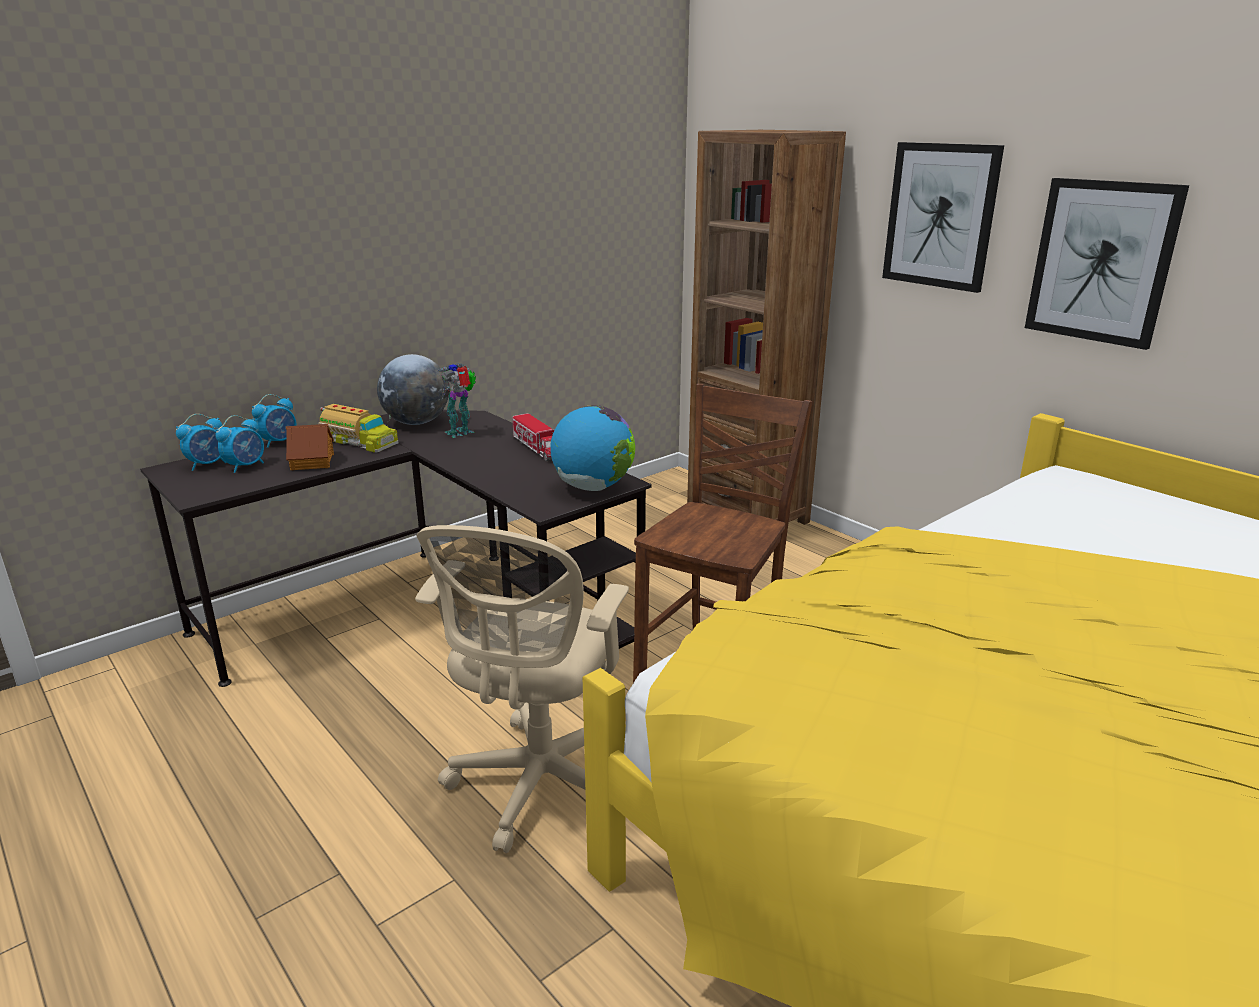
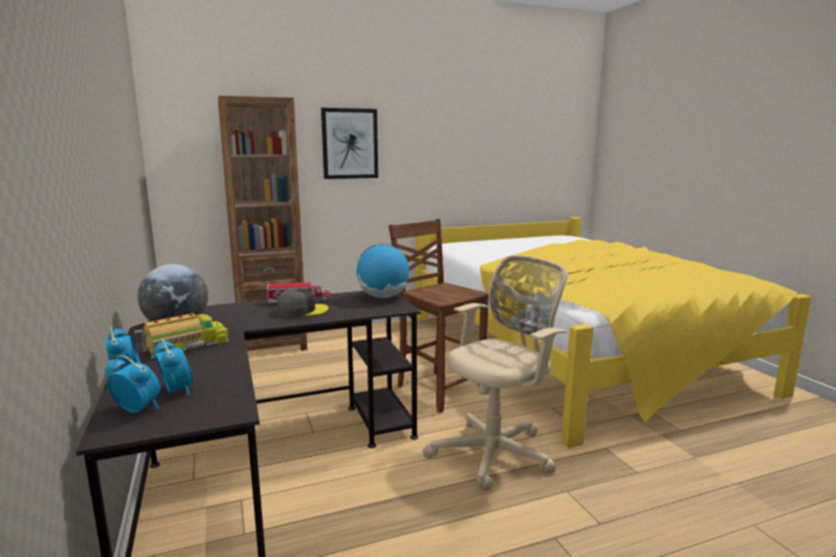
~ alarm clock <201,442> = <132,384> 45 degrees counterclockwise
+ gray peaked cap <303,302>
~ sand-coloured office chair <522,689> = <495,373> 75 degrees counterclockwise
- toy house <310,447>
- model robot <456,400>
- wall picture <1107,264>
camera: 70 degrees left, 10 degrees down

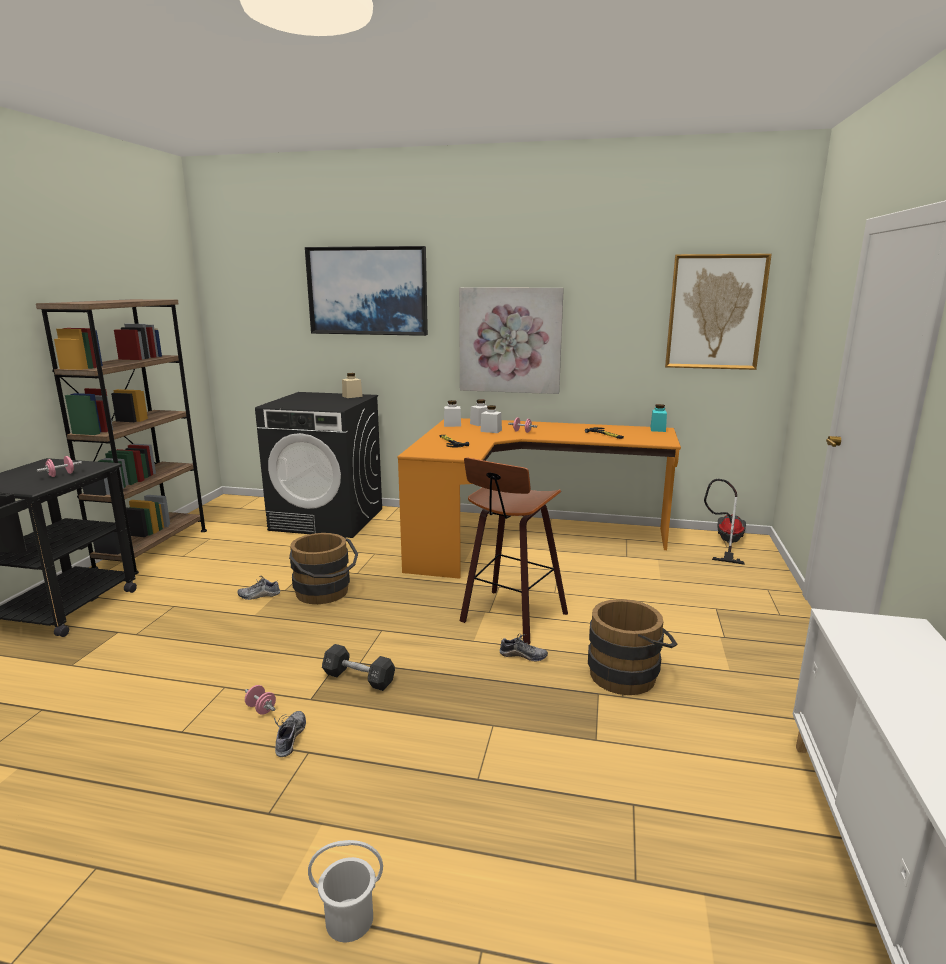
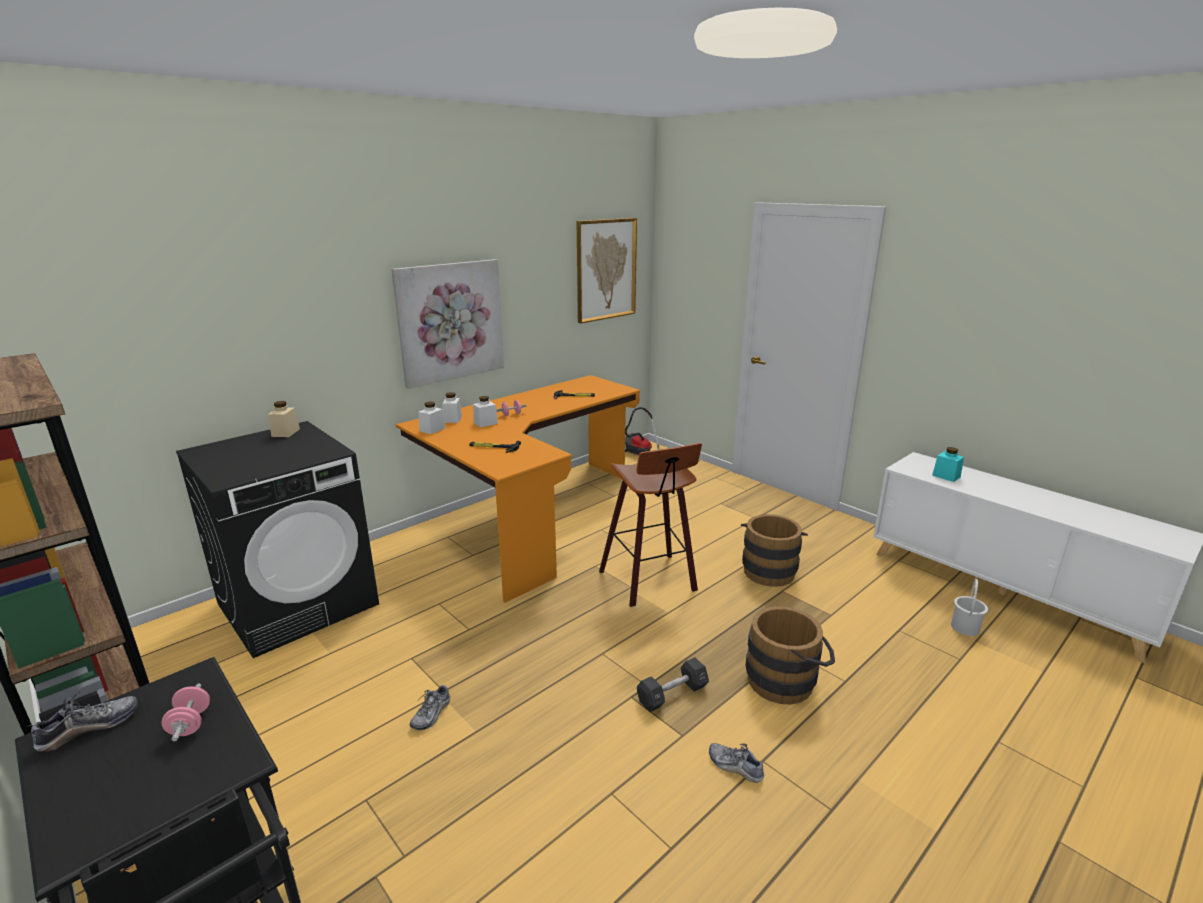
~ shoe <523,647> to <82,721>
~ brownish pail <323,568> to <790,655>
~ turquoise storage jar <658,418> to <948,464>
~ white-coloured pail <345,891> to <969,607>
- pink dumbbell <260,700>
- wall picture <366,291>
camera: 55 degrees left, 5 degrees up

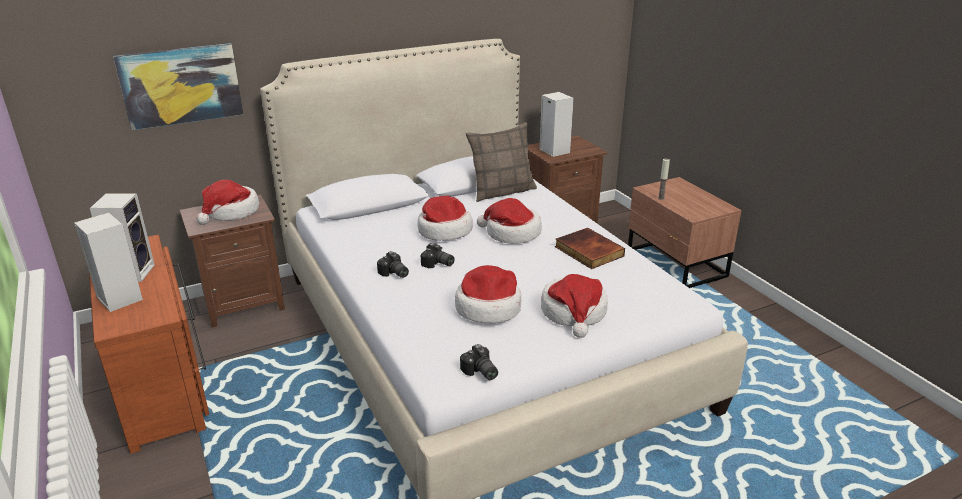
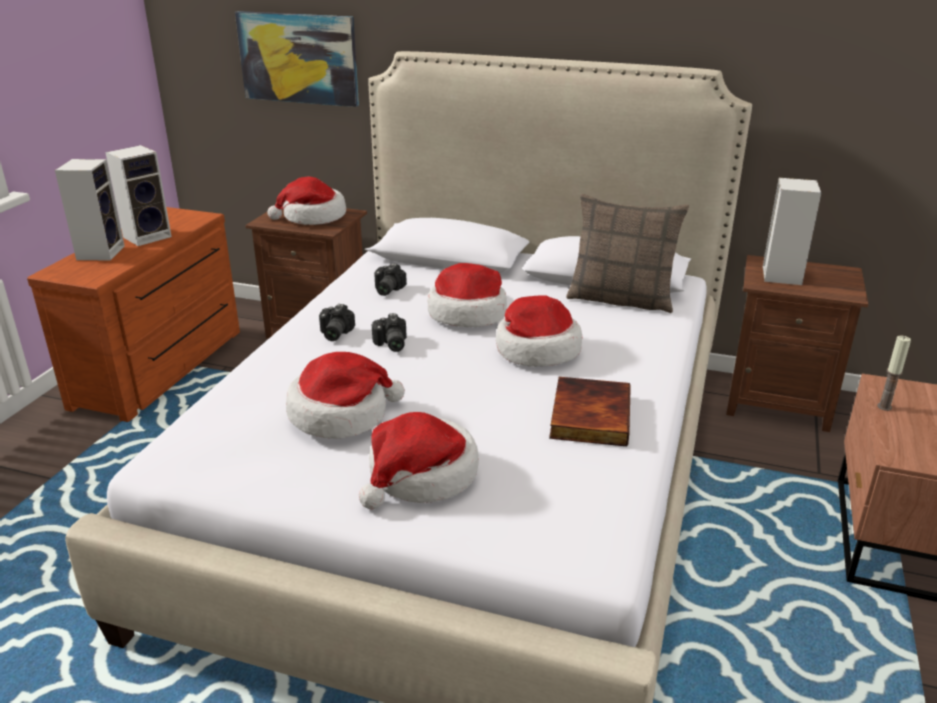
~ still camera <479,362> to <390,279>
camera: 45 degrees right, 0 degrees up

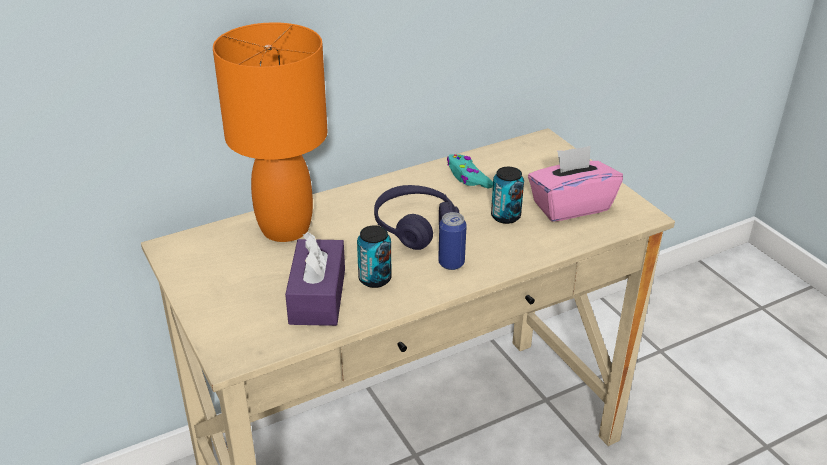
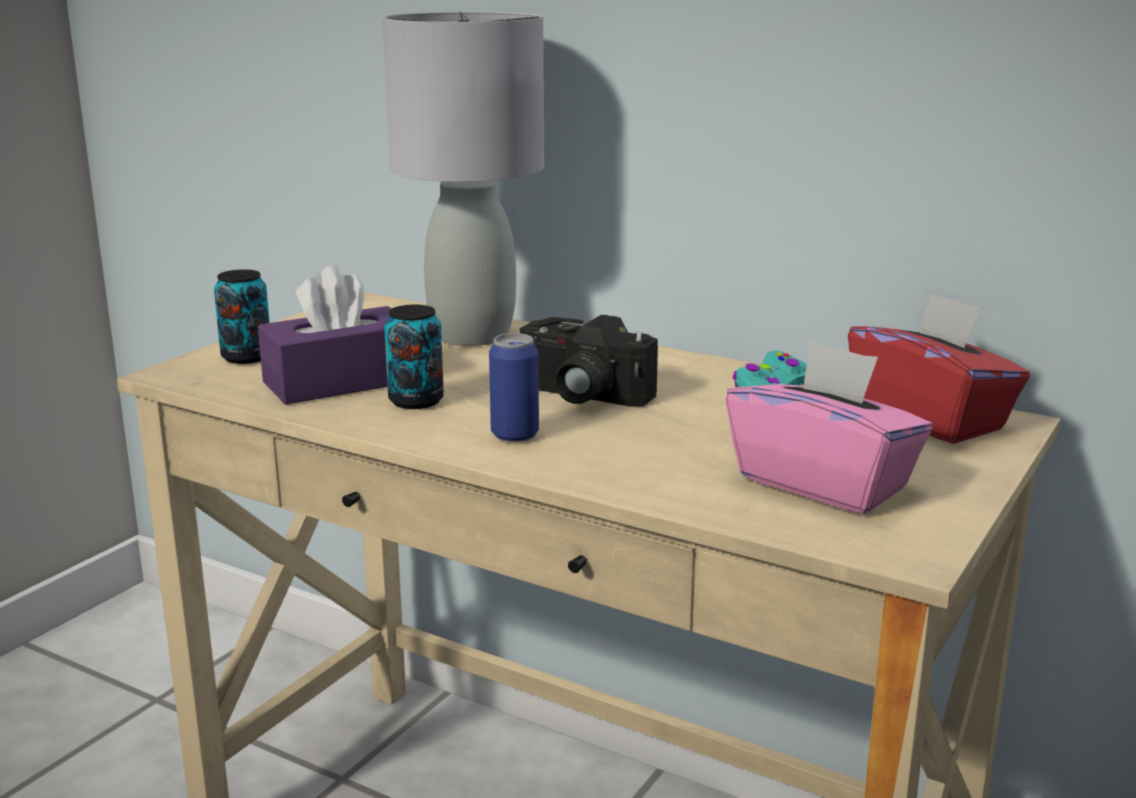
~ sealed can <507,195> to <242,316>
~ orange-coloured lamp for a table <270,132> to gray lamp for a table <463,178>
~ purple headphones <416,217> to still camera <589,361>
+ red-coloured tissue holder <939,367>
camera: 60 degrees right, 15 degrees down

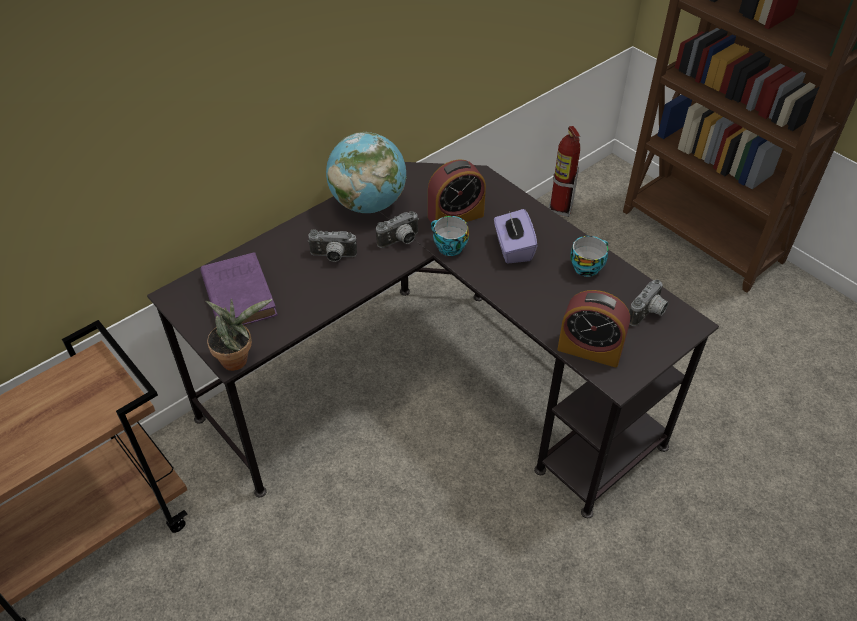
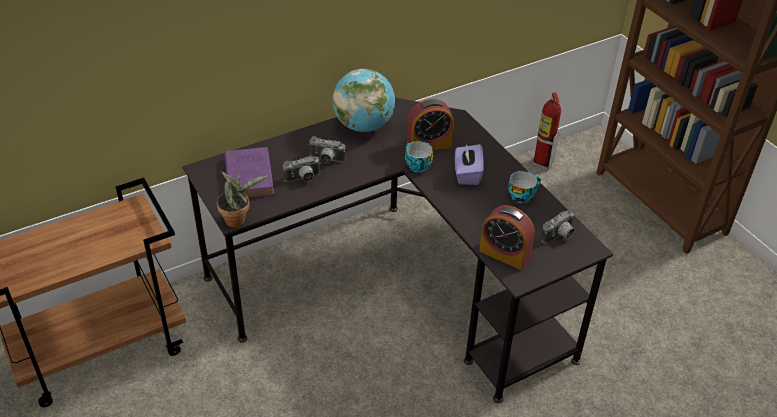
~ still camera <397,229> to <302,169>
camera: 10 degrees right, 5 degrees down

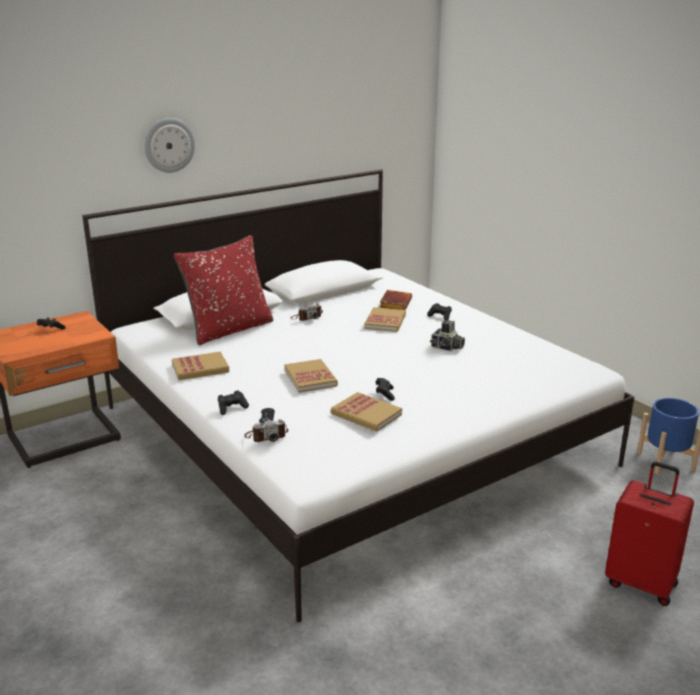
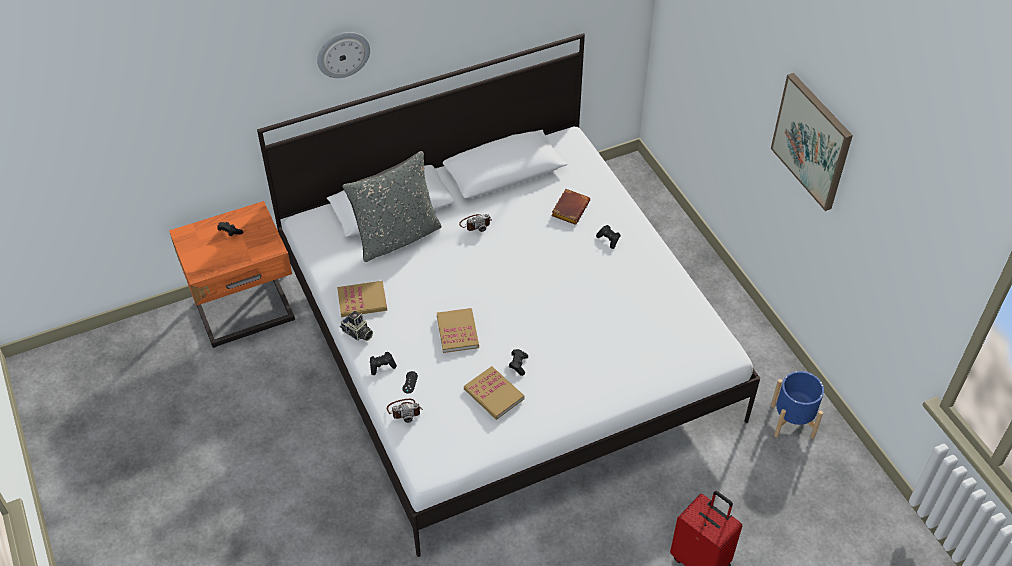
~ still camera <447,335> to <356,326>
~ red-coloured throw pillow <223,290> to gray throw pillow <392,206>
+ wall picture <812,142>
- book <385,319>
camera: 10 degrees right, 25 degrees up

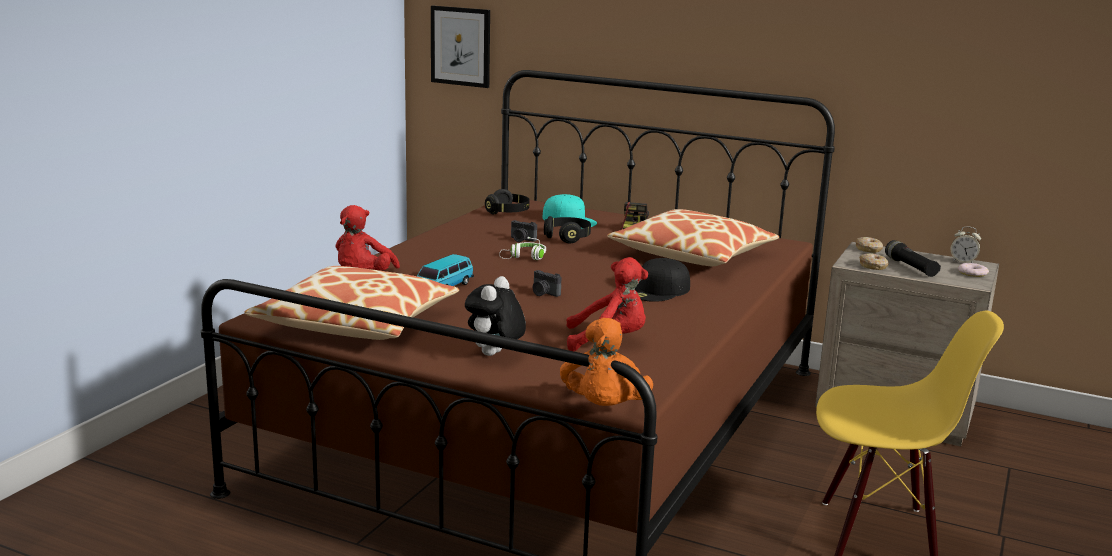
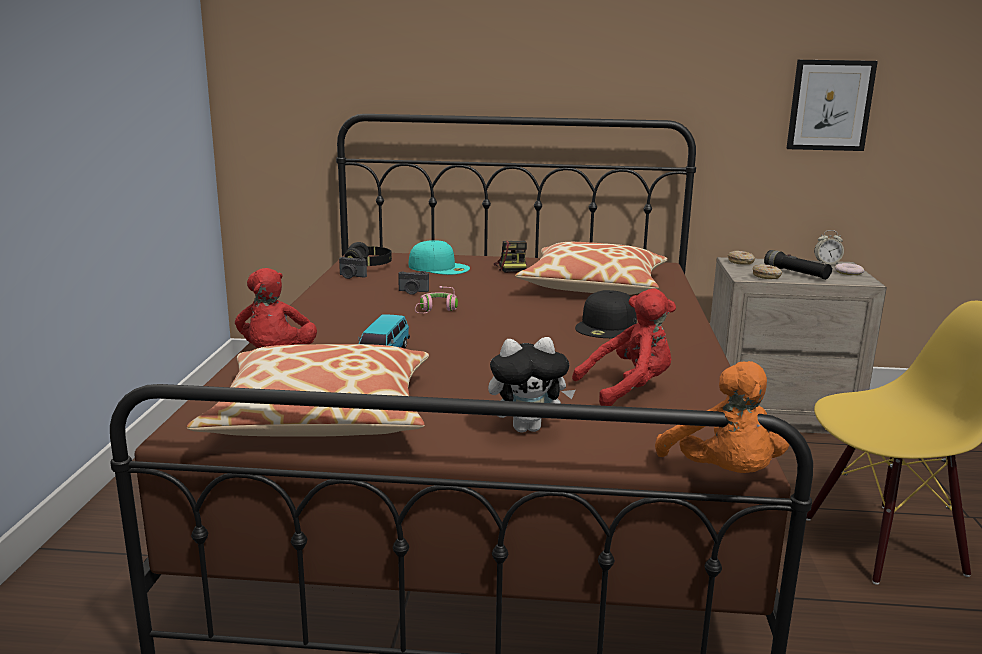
~ still camera <546,283> to <353,268>
~ white-coloured headphones <522,248> to pink headphones <436,299>
~ plush toy <495,316> = <531,385> 105 degrees counterclockwise
~ wall picture <460,47> to <832,105>
- black headphones <567,229>
camera: 20 degrees left, 0 degrees up

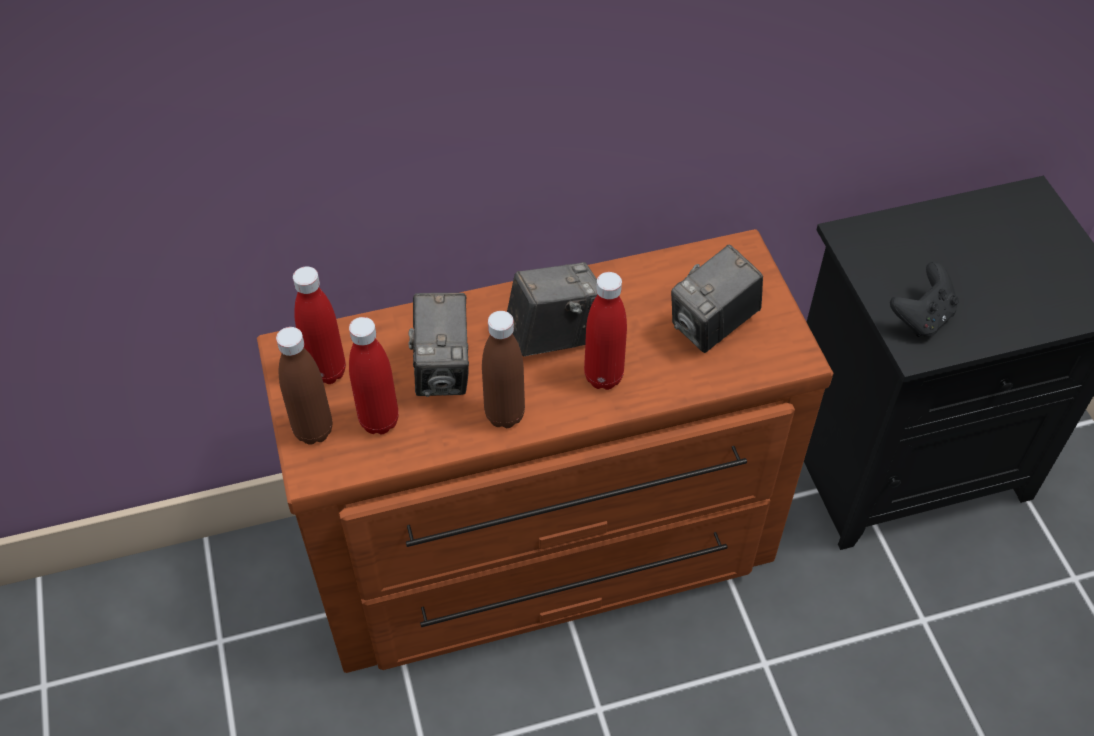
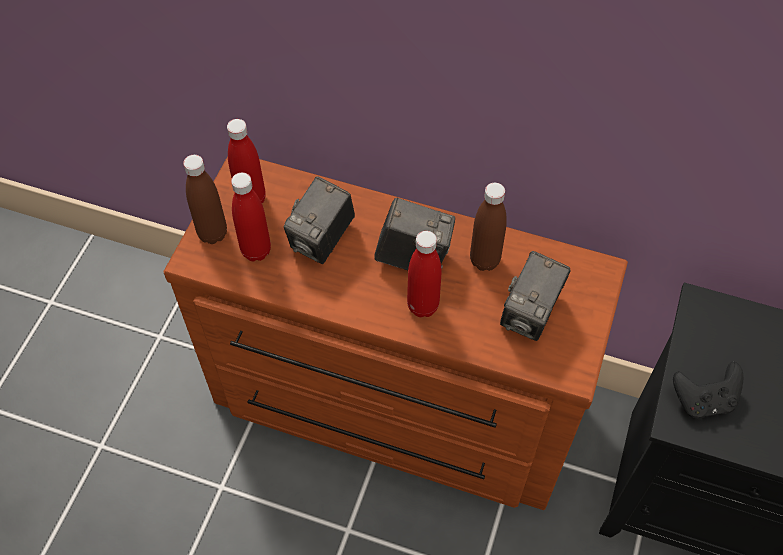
~ brownish beverage bottle <503,369> to <488,227>
~ still camera <717,298> = <535,296> 60 degrees counterclockwise
camera: 35 degrees right, 5 degrees up

